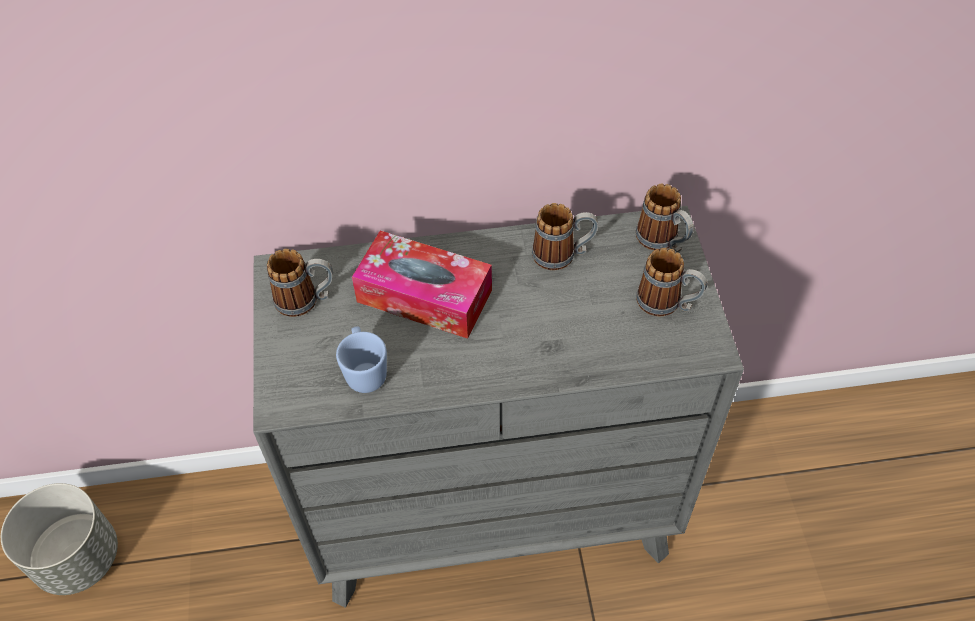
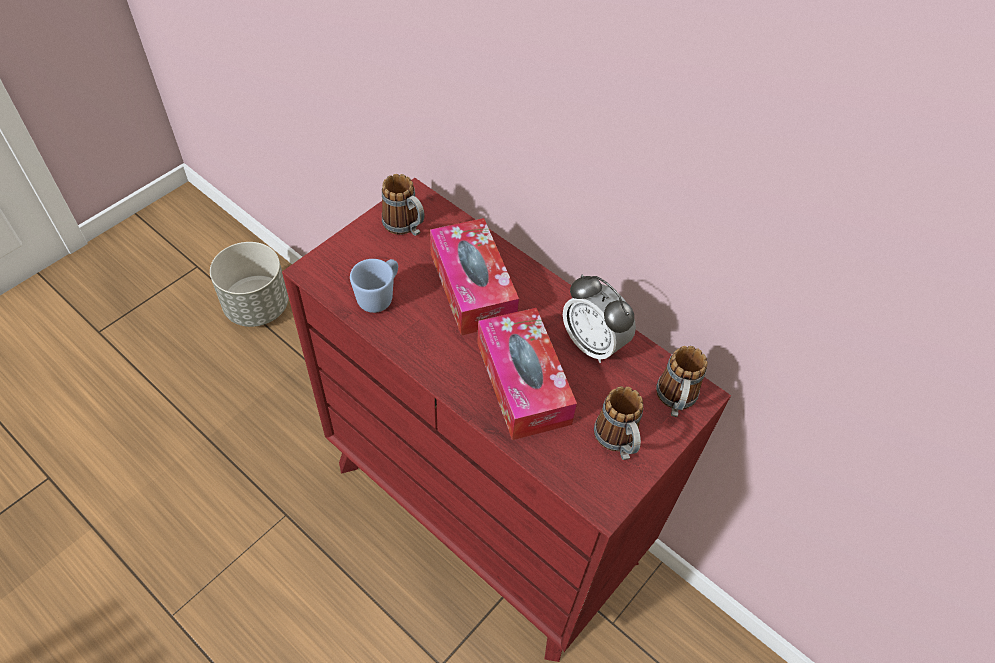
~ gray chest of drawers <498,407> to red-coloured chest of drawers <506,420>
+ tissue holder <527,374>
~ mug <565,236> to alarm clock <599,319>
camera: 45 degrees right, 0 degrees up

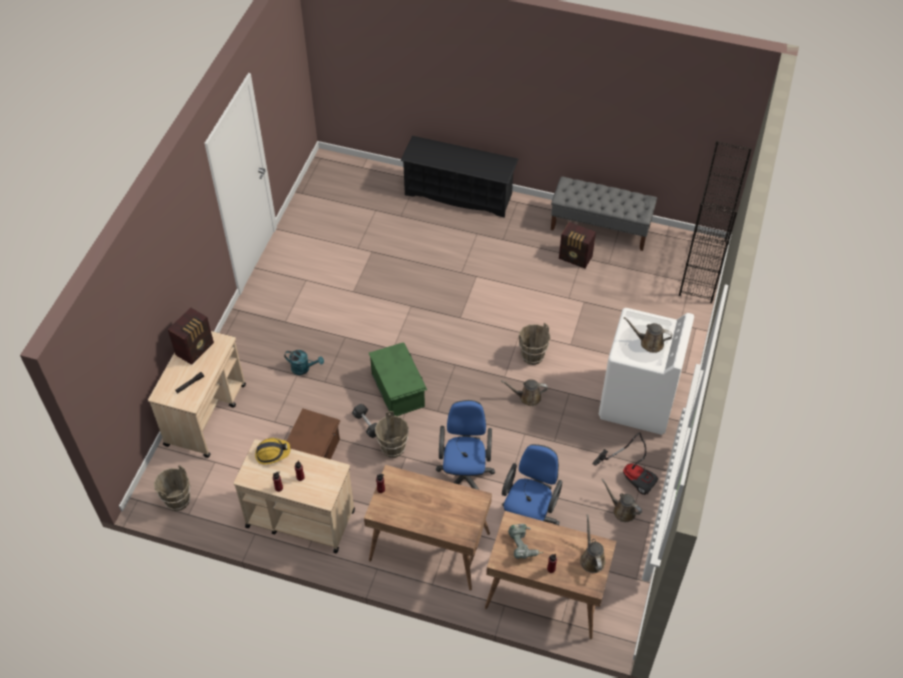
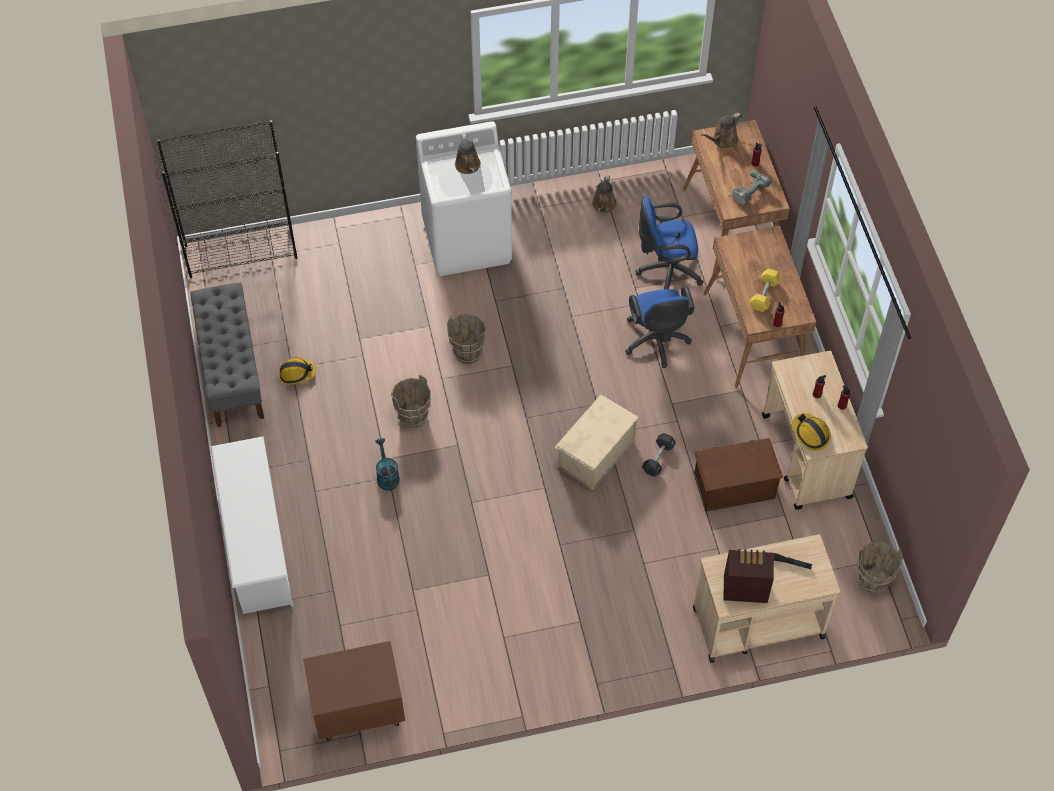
~ black shoe shelf <459,177> to white-coloured shoe shelf <252,525>
~ radio receiver <577,245> to safety helmet <297,371>
+ brownish night table <354,691>
~ turquoise watering can <304,362> to <387,464>
~ brownish pail <392,434> to <411,401>
~ green-coloured storage container <398,379> to sand-coloured storage container <596,442>
~ bluish office chair <465,445> = <660,327> 75 degrees counterclockwise
+ yellow dumbbell <765,290>
- brownish watering can <524,392>
- vacuum cleaner <625,463>
camera: 120 degrees left, 5 degrees up

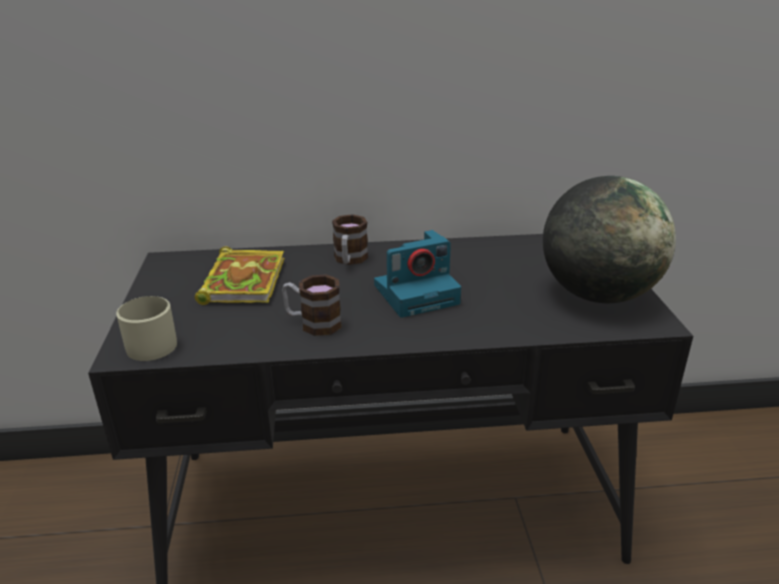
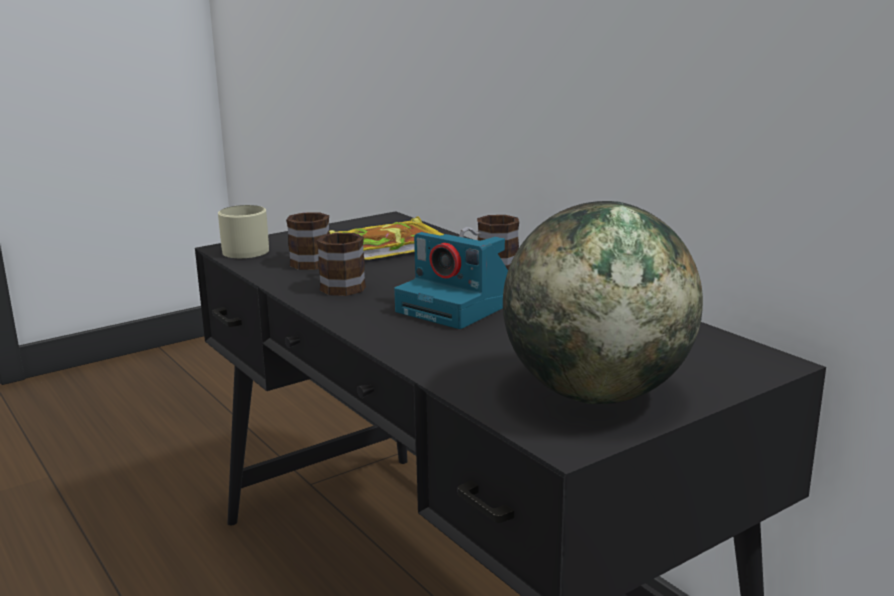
+ mug <308,241>
camera: 60 degrees right, 10 degrees down

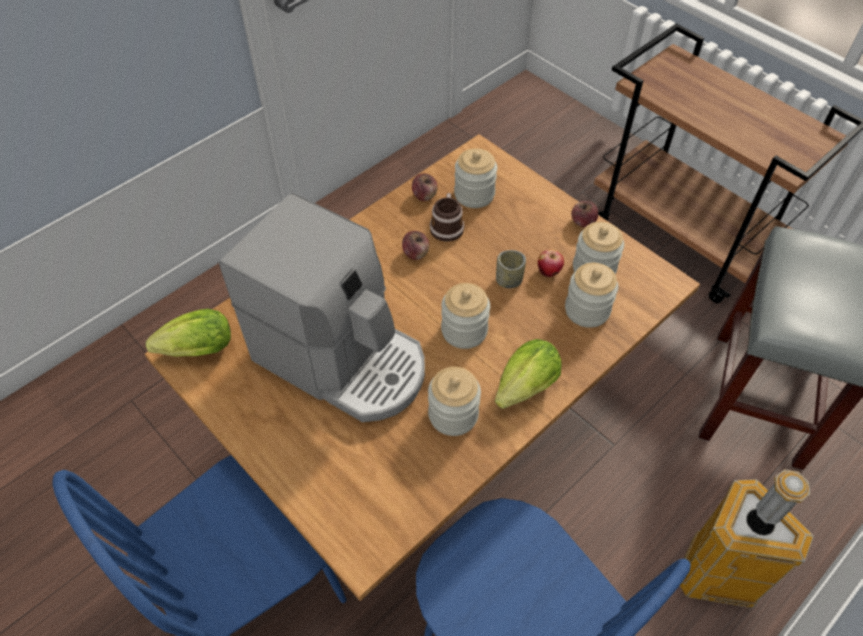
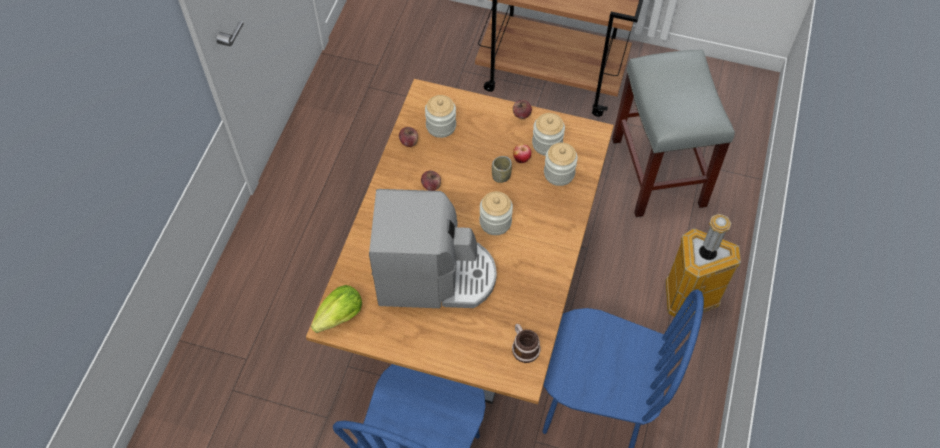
~ mug <447,217> to <526,343>
- storage jar <454,401>
- lettuce <528,374>
camera: 30 degrees left, 5 degrees up

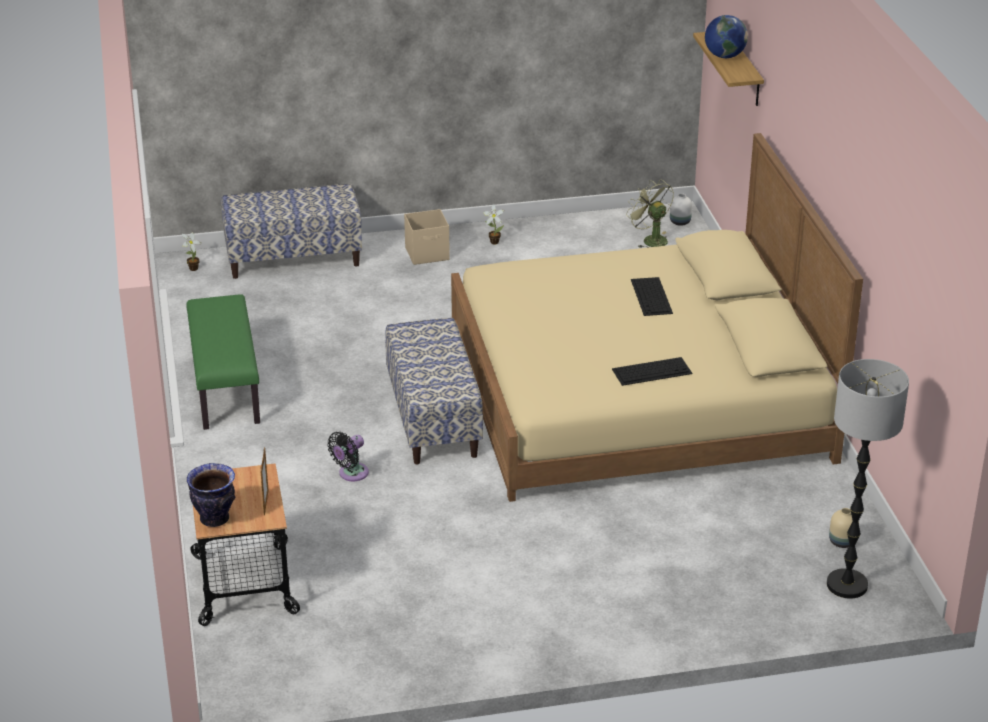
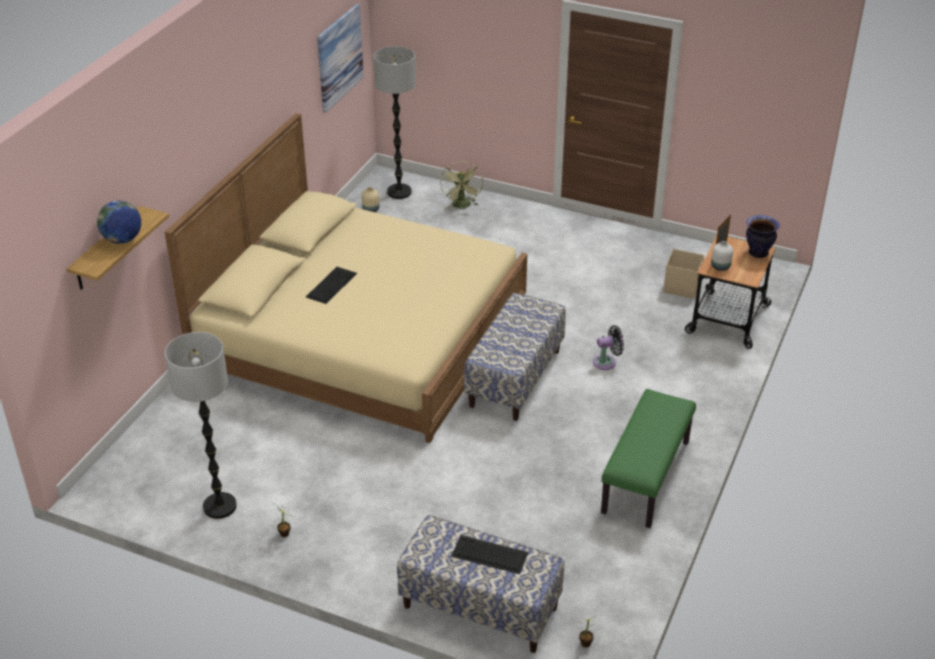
+ standing lamp <201,425>
+ wall picture <340,58>
~ green-coloured fan <650,214> to <461,185>
~ PC keyboard <652,371> to <490,554>
~ sand-coloured storage container <427,237> to <683,274>
~ white-coloured flower vase <681,209> to <722,256>
camera: 145 degrees left, 5 degrees up

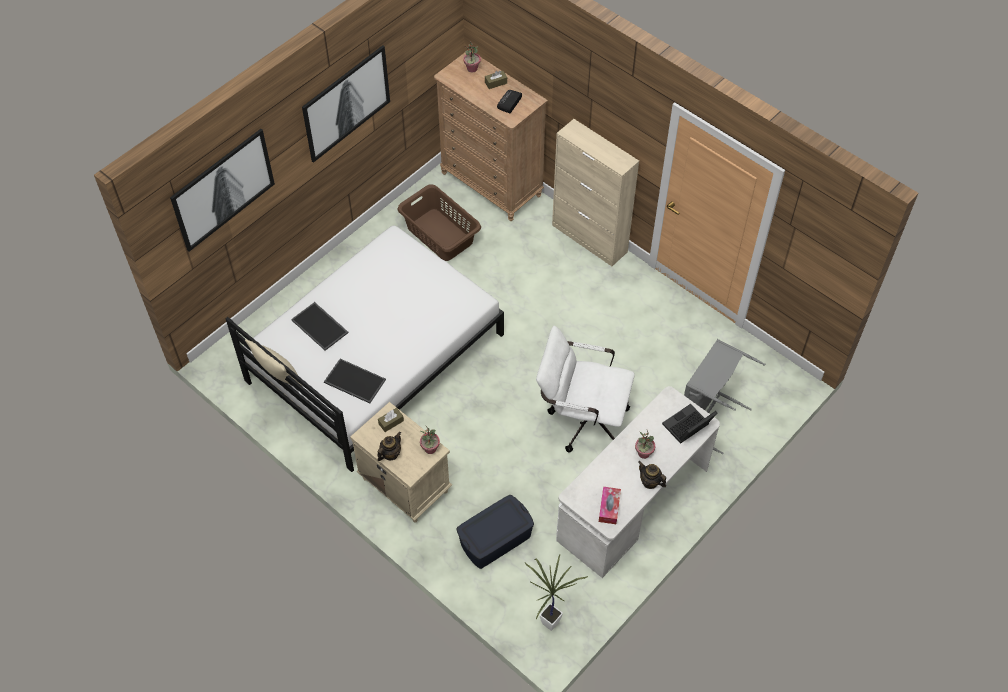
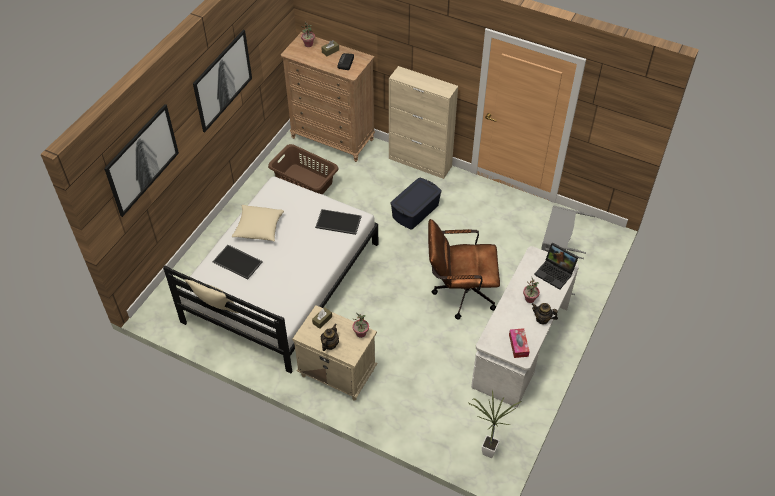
+ sand-coloured throw pillow <258,223>
~ serving tray <355,381> to <338,222>
~ bluish storage container <495,532> to <416,204>
~ white-coloured office chair <585,389> to brownish office chair <464,269>
~ portable computer <690,424> = <556,266> 90 degrees counterclockwise
camera: 15 degrees left, 5 degrees down

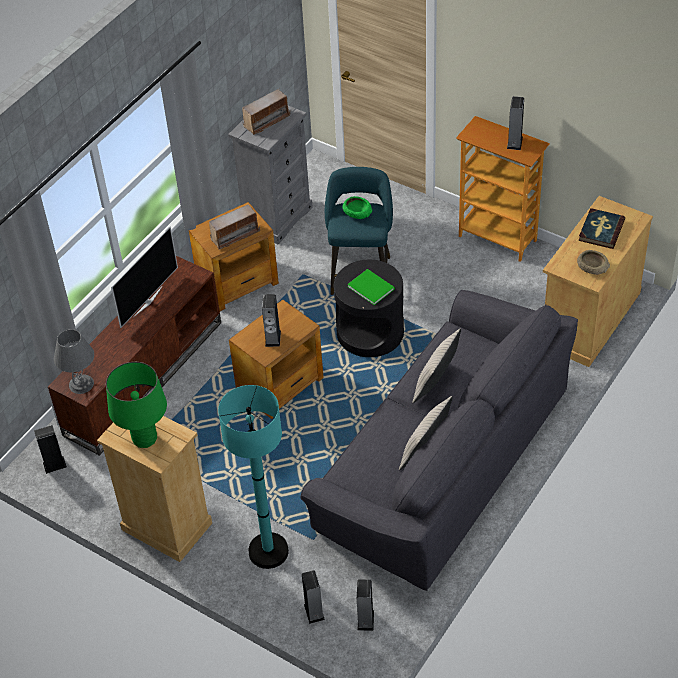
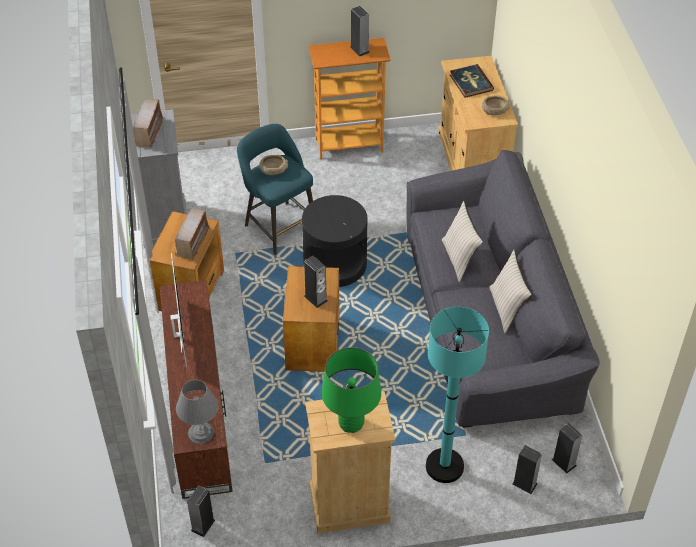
~ green-coloured deep dish <357,207> to sand-coloured deep dish <273,165>
- green-coloured book <371,287>
camera: 45 degrees left, 0 degrees up

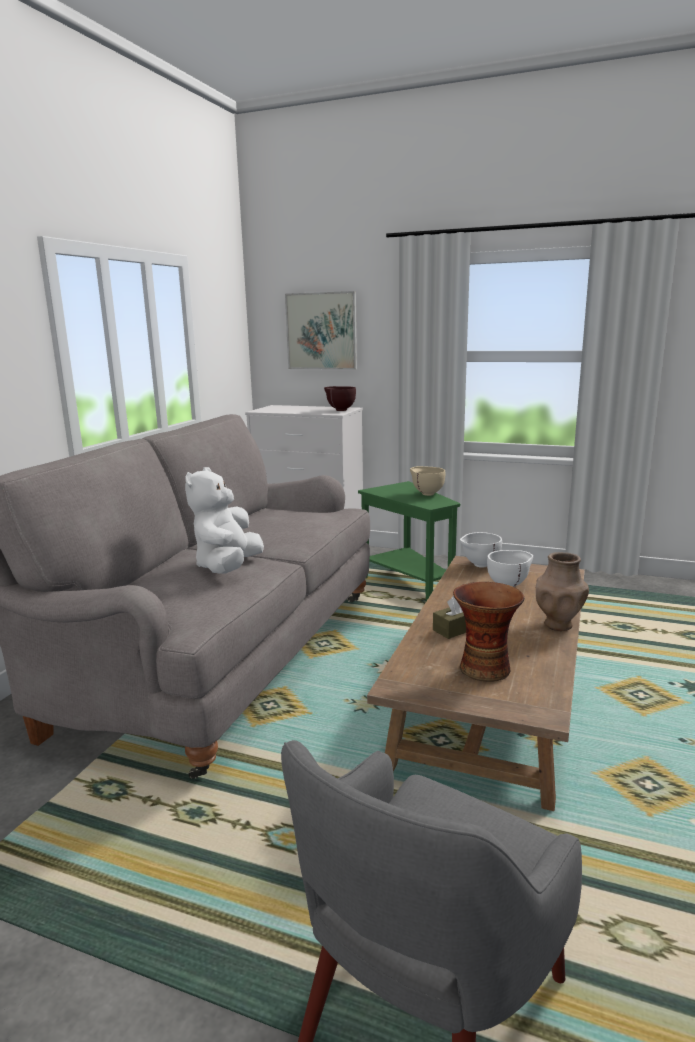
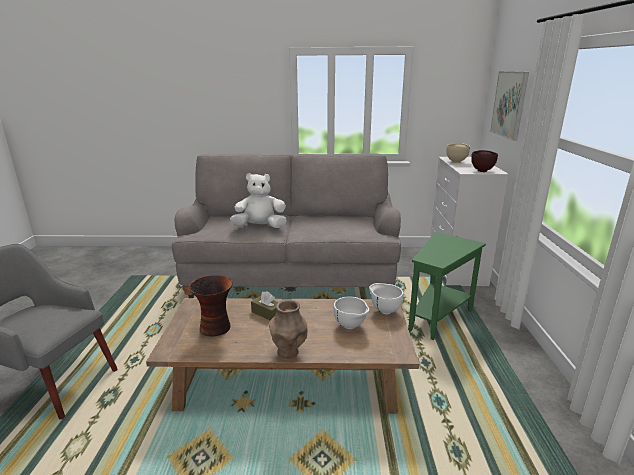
~ sand-coloured deep dish <427,481> to <458,153>
camera: 70 degrees right, 5 degrees up

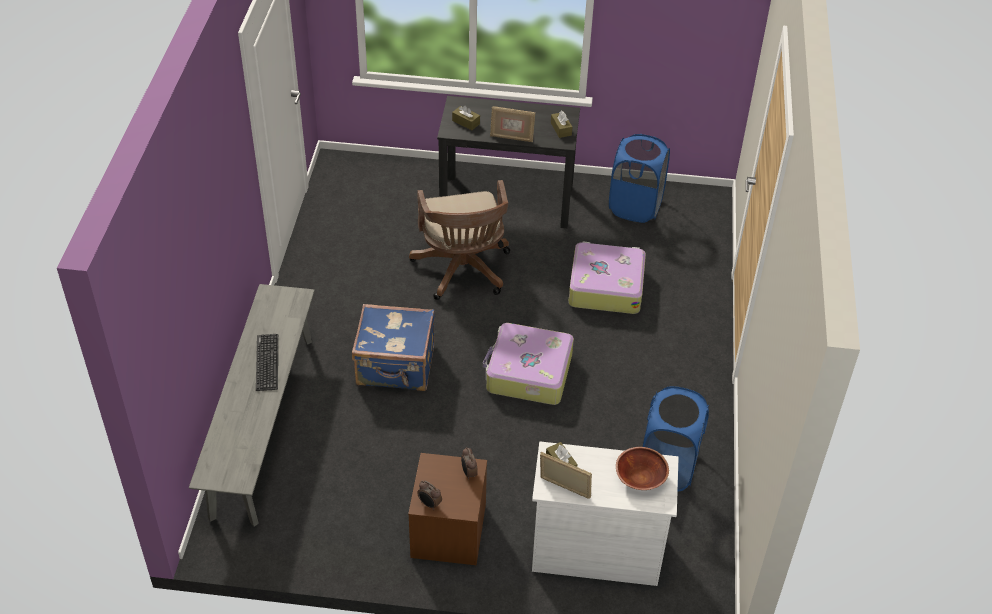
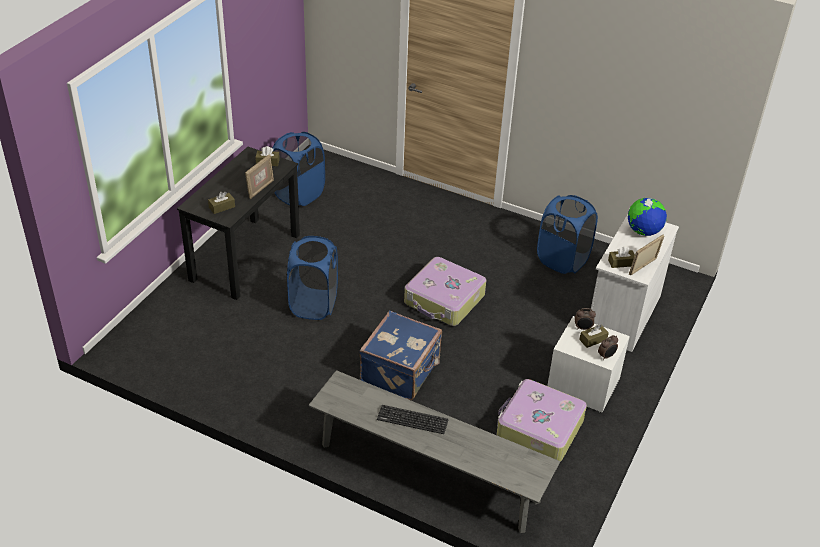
~ brownish office chair <459,240> to bluish washing basket <312,278>
~ piece of luggage <607,278> to <541,420>
~ brownish night table <447,509> to white-coloured night table <588,364>
+ brownish tissue holder <594,336>
~ brownish deep dish <642,468> to globe <647,217>
camera: 70 degrees left, 5 degrees down

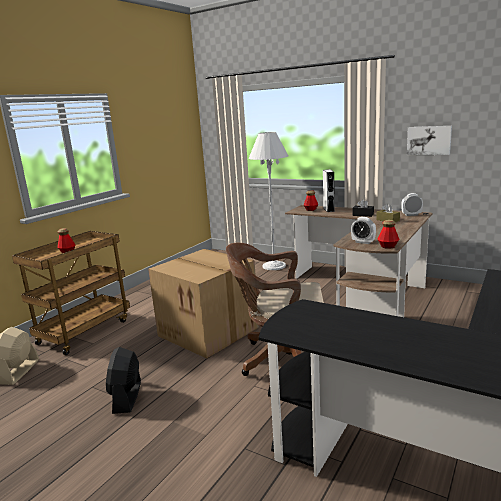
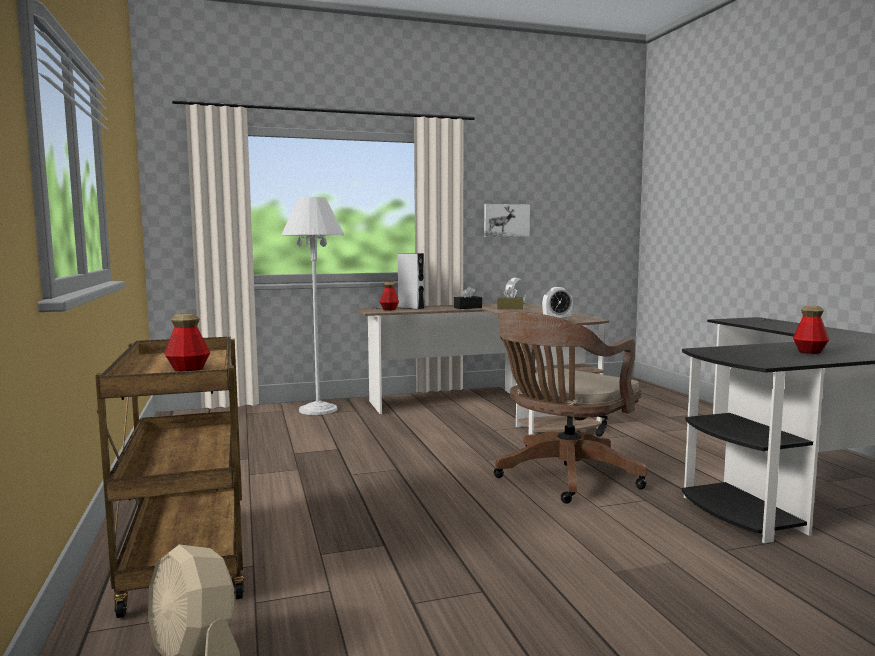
~ beverage bottle <388,234> to <811,330>
- black fan <123,380>
- packing box <203,303>
camera: 50 degrees left, 10 degrees down

